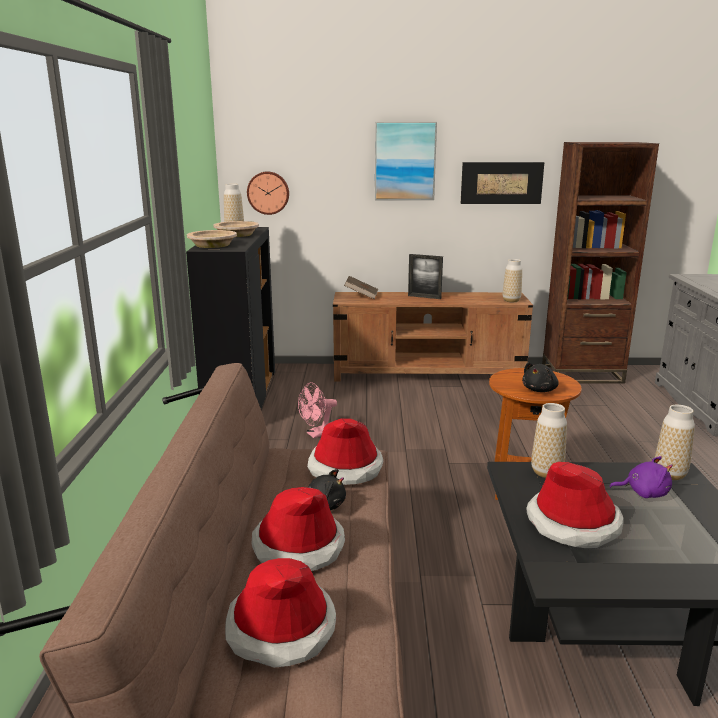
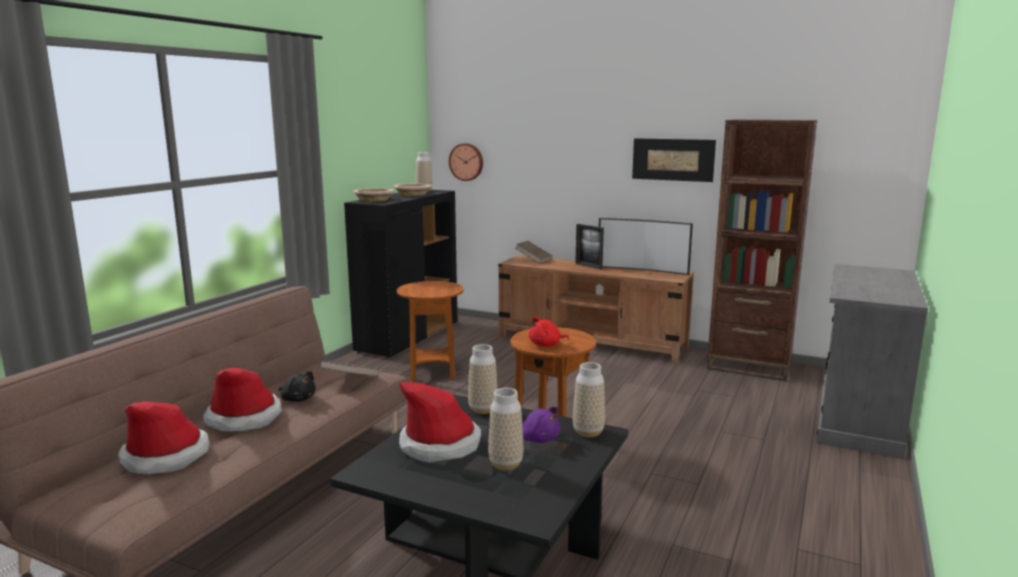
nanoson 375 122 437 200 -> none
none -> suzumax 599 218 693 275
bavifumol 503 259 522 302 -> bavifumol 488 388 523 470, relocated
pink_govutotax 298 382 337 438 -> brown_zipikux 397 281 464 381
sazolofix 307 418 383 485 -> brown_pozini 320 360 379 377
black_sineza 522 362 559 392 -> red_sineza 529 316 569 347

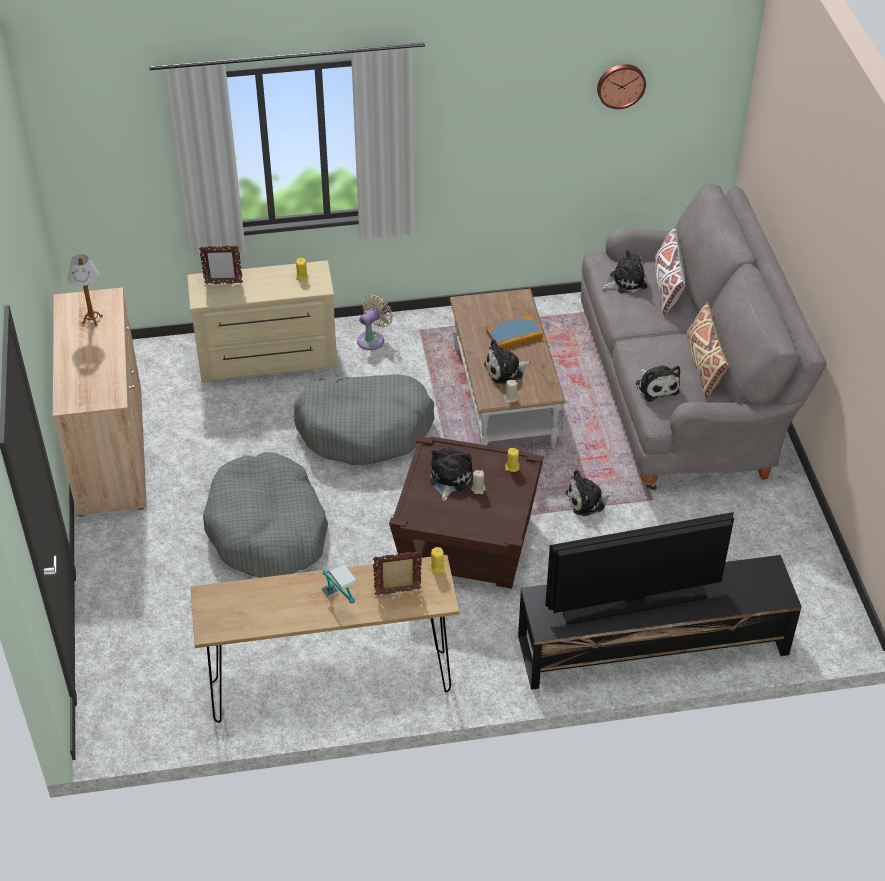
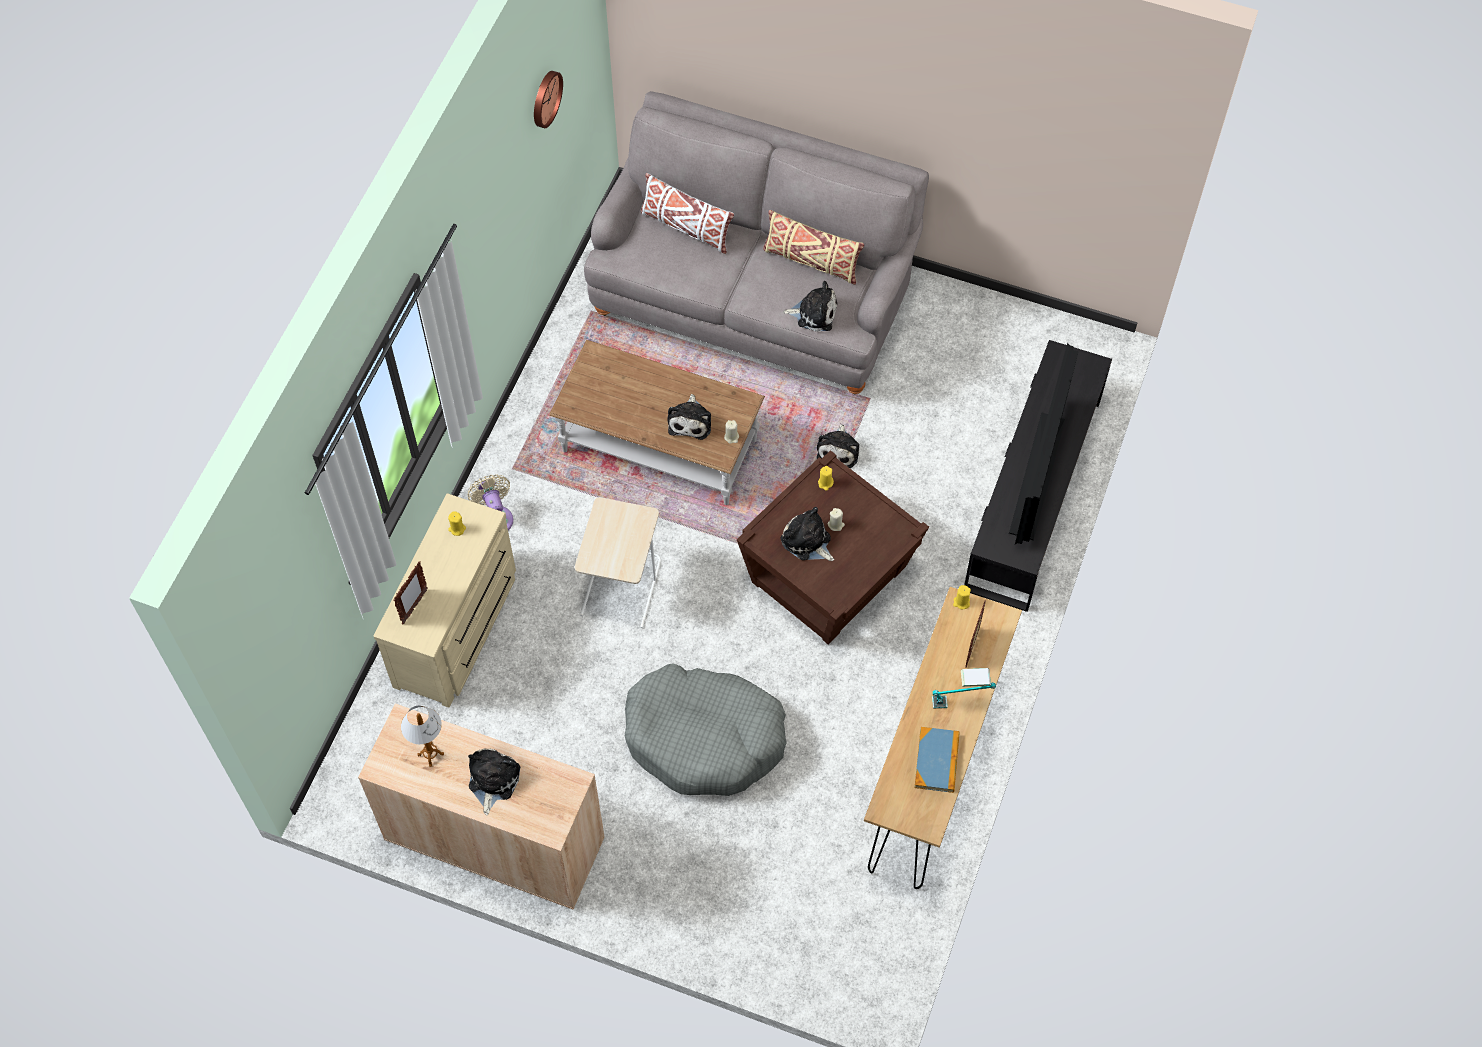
pozini 486 315 543 348 -> pozini 915 727 960 793, relocated
sineza 601 250 647 293 -> sineza 468 749 520 815, relocated
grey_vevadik 294 374 435 465 -> beige_zipikux 575 497 661 628

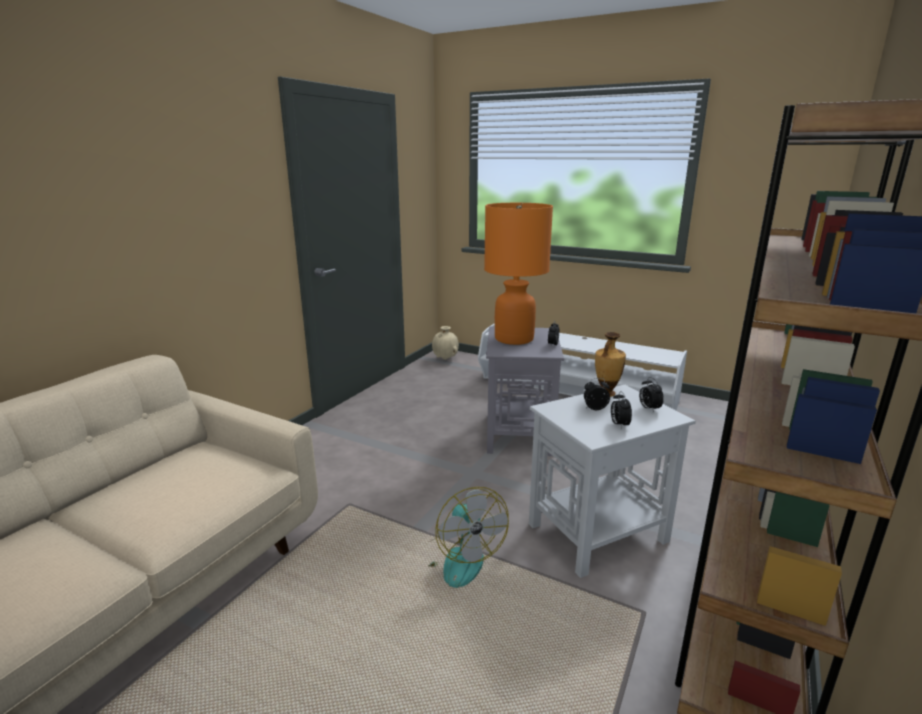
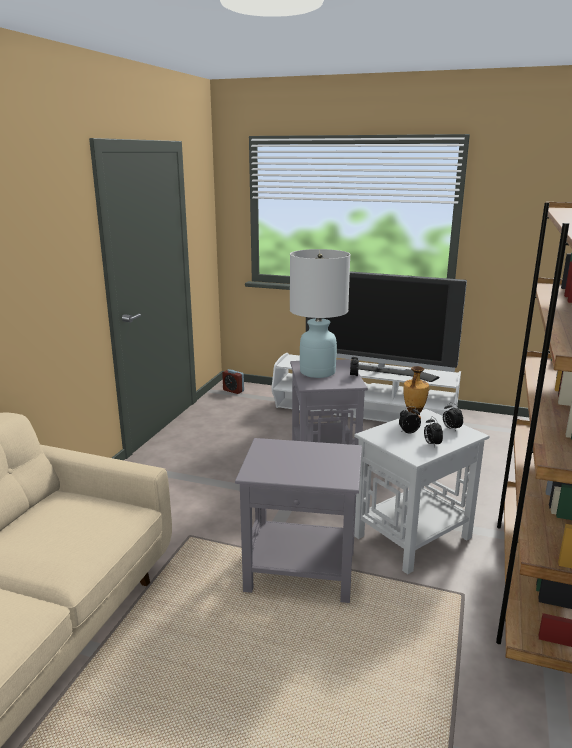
none -> suzumax 306 271 467 382
govutotax 428 487 509 588 -> grey_zipikux 235 438 362 603
beige_bavifumol 432 326 459 360 -> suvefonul 222 369 244 394
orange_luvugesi 484 203 553 345 -> white_luvugesi 290 249 351 378

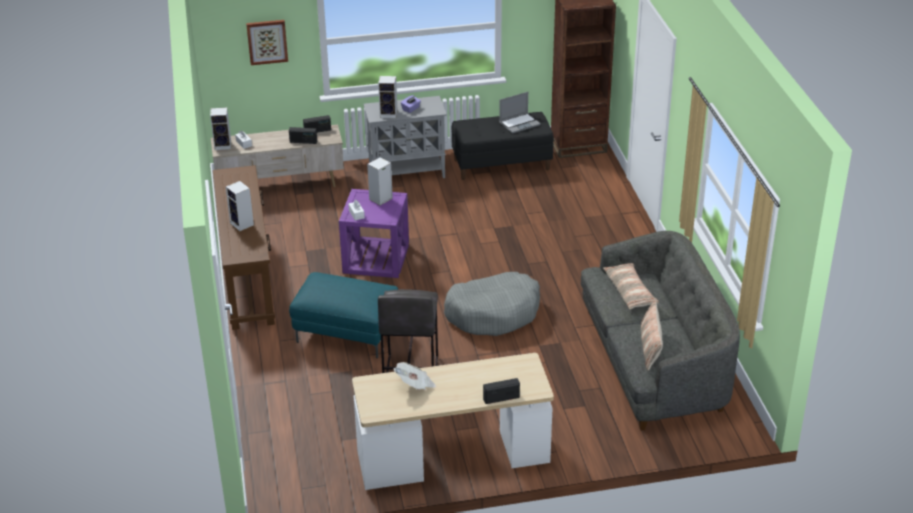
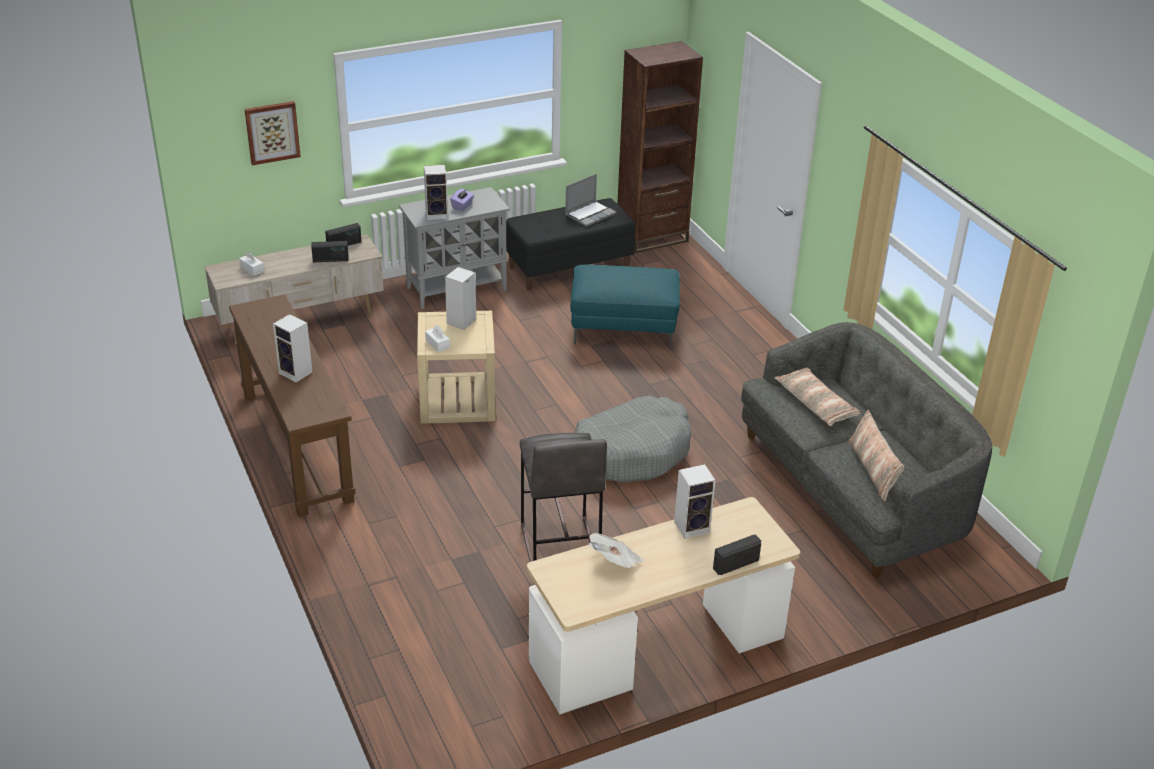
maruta 210 107 231 150 -> maruta 674 464 716 539, relocated
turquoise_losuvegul 289 272 398 358 -> turquoise_losuvegul 570 265 680 349, relocated
purple_zipikux 339 189 409 278 -> beige_zipikux 417 311 496 424

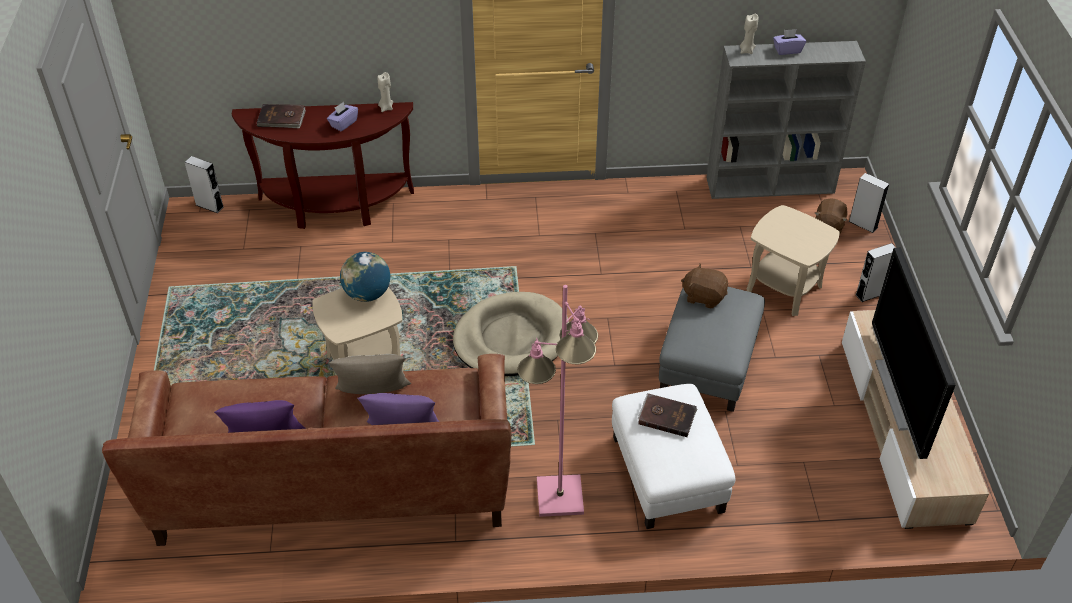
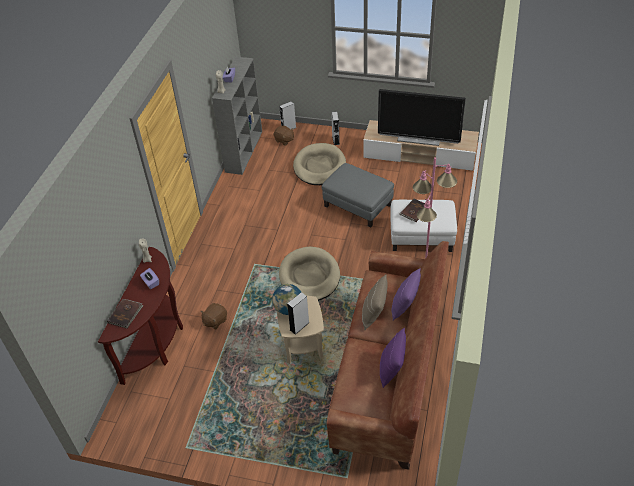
grey_maruta 185 156 224 213 -> grey_maruta 287 292 309 335, relocated
brown_sineza 681 264 728 308 -> brown_sineza 201 303 227 330, relocated
beige_zipikux 747 205 840 316 -> beige_vevadik 293 143 346 185

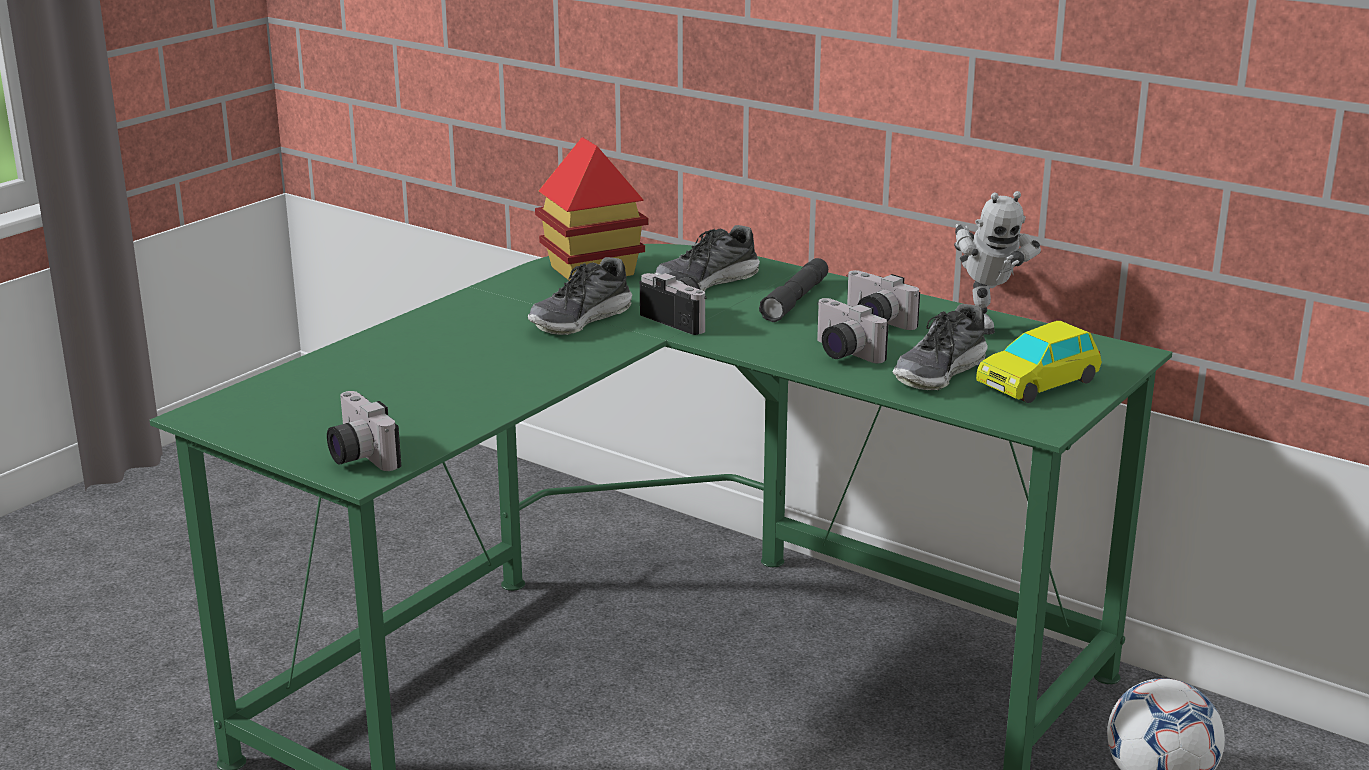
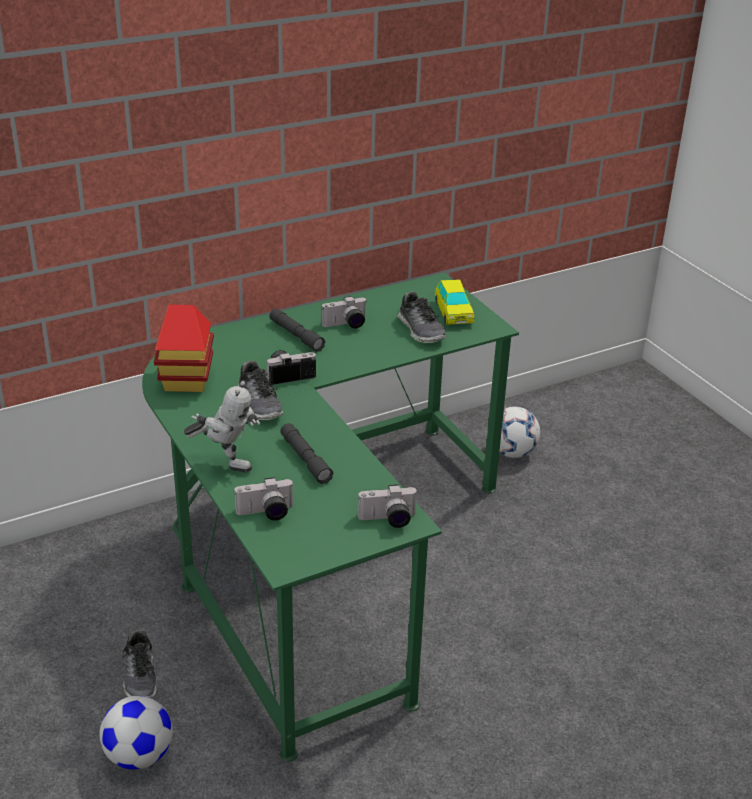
none -> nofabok 99 696 173 770
none -> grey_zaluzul 280 423 334 484
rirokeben 654 225 760 291 -> rirokeben 123 630 156 698, relocated
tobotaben 817 298 888 363 -> tobotaben 234 477 294 520, relocated
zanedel 954 191 1041 335 -> zanedel 184 381 260 472, relocated

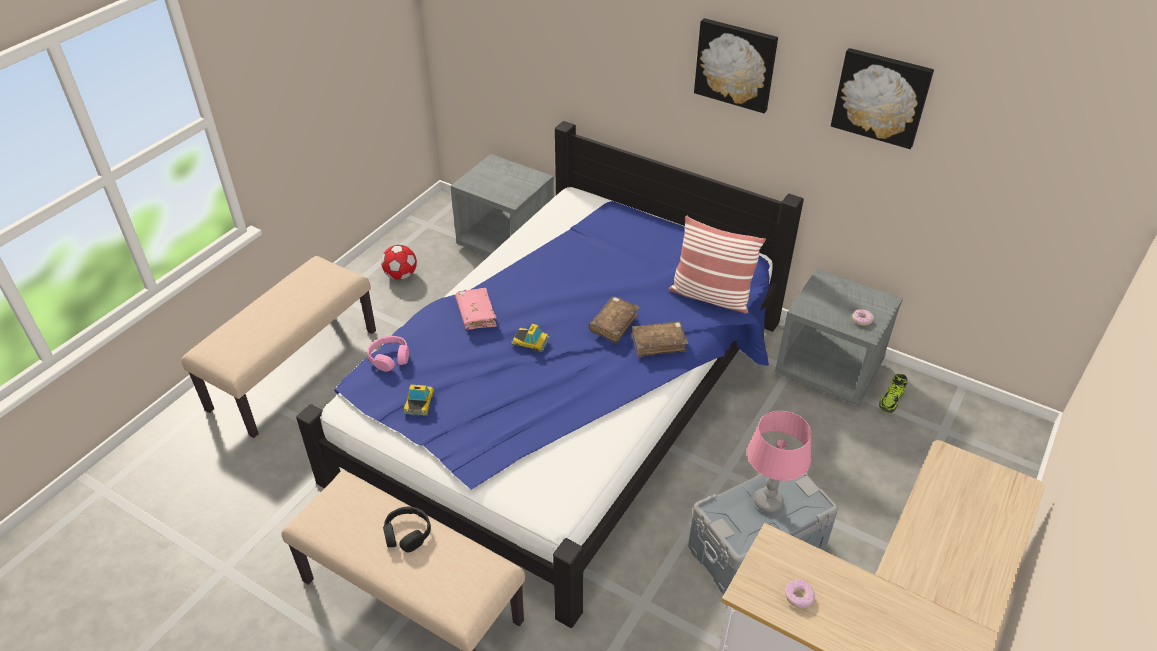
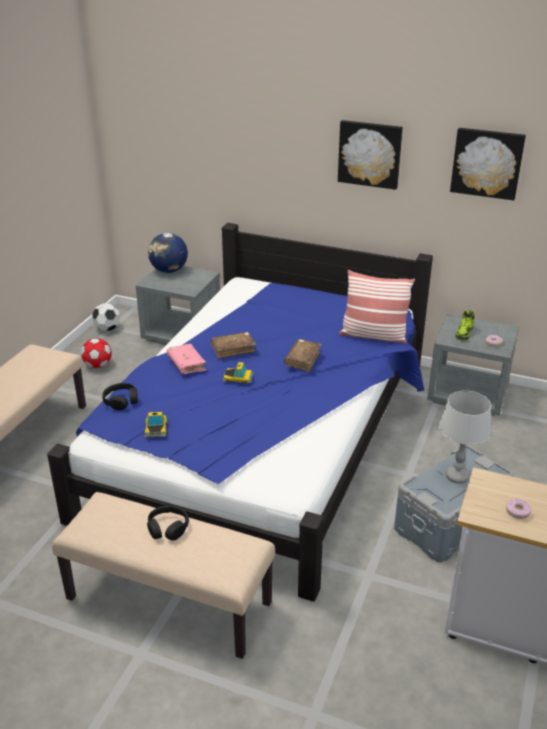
none -> nofabok 92 303 120 331
none -> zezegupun 148 233 188 273
brown_pozini 632 321 688 357 -> brown_pozini 211 332 256 359, relocated
rirokeben 879 374 908 413 -> rirokeben 455 310 475 341, relocated
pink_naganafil 367 336 409 372 -> black_naganafil 102 383 138 410
pink_luvugesi 747 411 811 513 -> grey_luvugesi 439 391 492 483

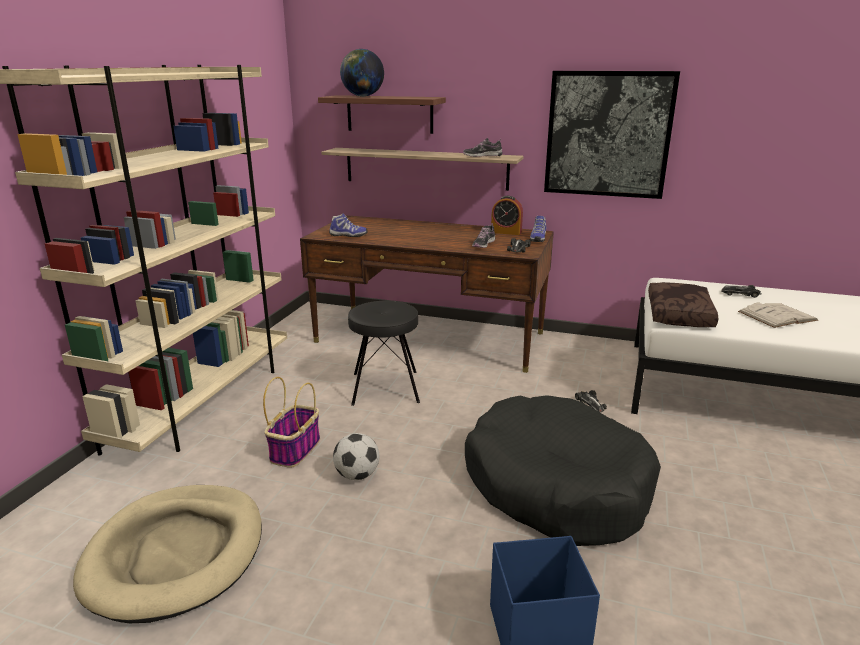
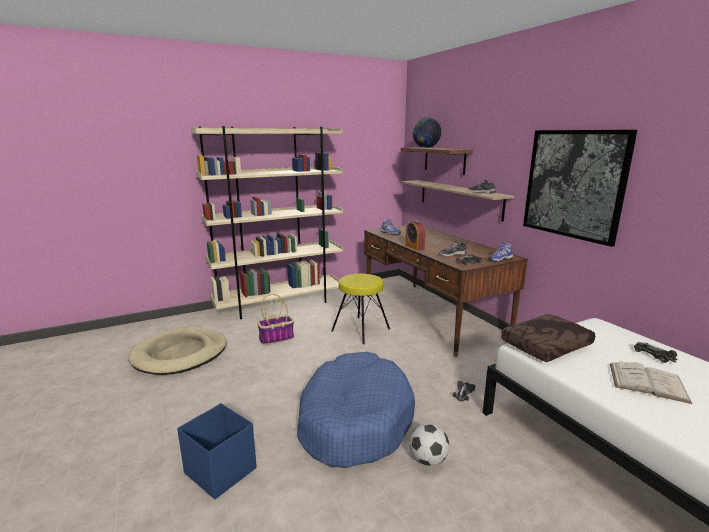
nofabok 333 433 380 480 -> nofabok 409 423 449 466, relocated
suvefonul 491 196 523 235 -> suvefonul 405 221 426 251, relocated
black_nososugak 348 301 420 406 -> yellow_nososugak 331 274 390 344
black_vevadik 465 395 661 546 -> blue_vevadik 297 352 415 468

